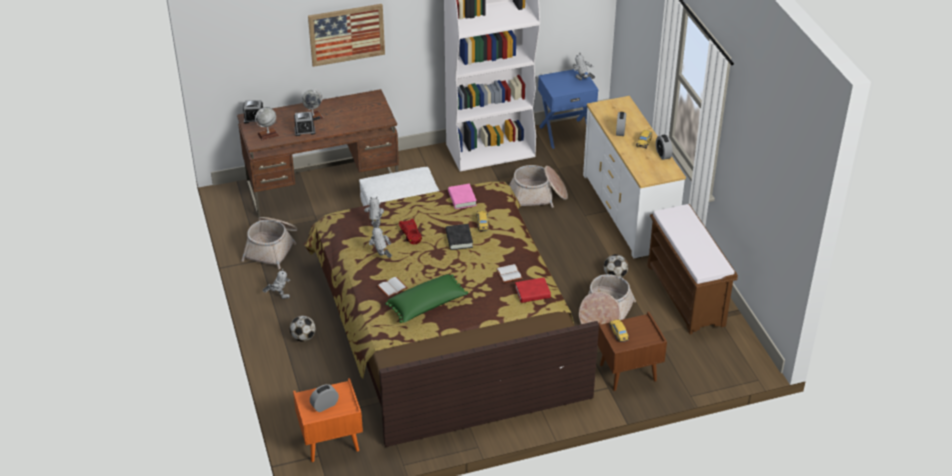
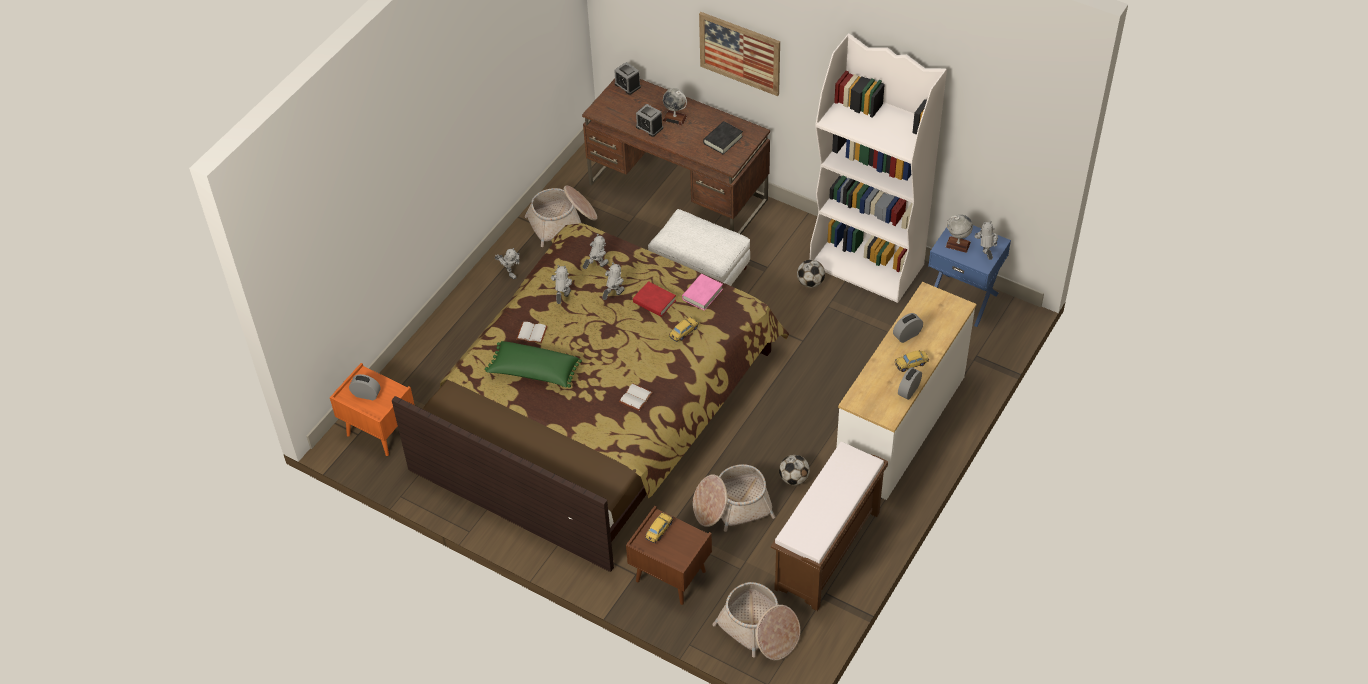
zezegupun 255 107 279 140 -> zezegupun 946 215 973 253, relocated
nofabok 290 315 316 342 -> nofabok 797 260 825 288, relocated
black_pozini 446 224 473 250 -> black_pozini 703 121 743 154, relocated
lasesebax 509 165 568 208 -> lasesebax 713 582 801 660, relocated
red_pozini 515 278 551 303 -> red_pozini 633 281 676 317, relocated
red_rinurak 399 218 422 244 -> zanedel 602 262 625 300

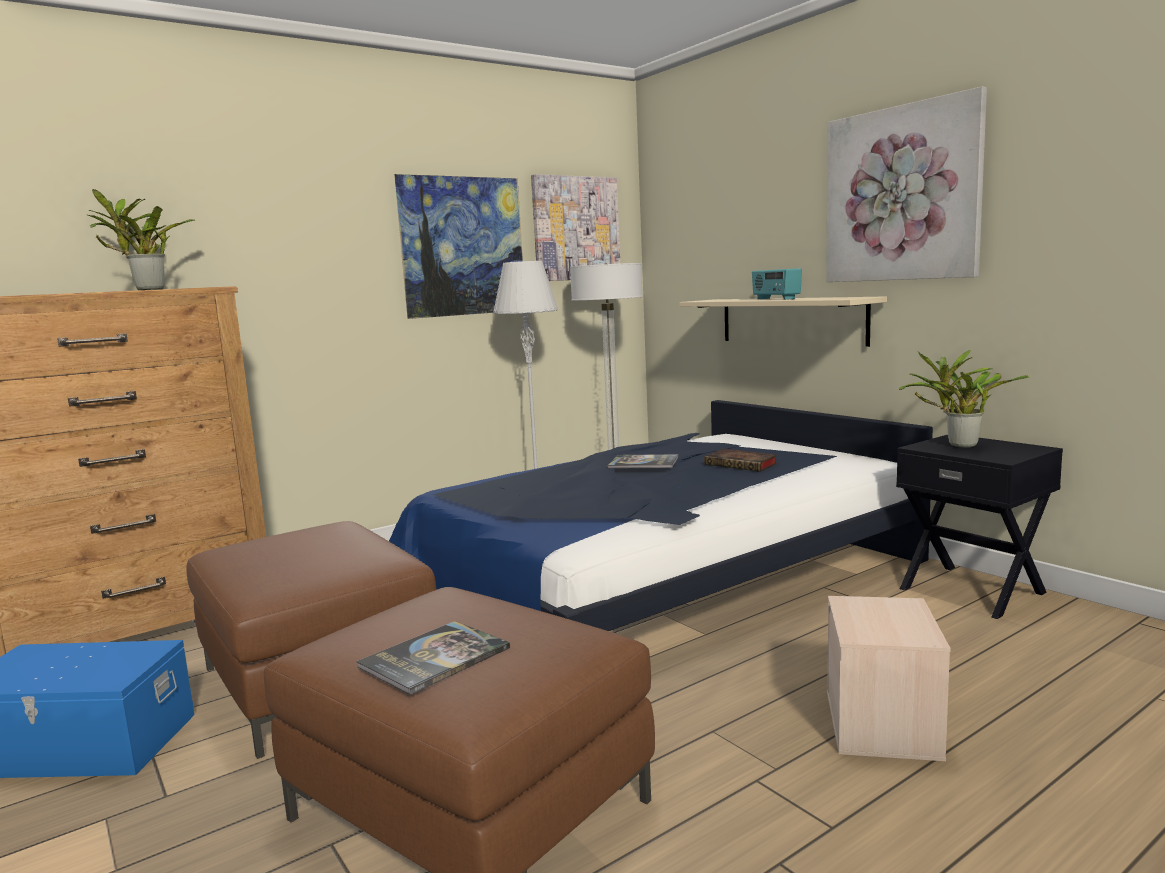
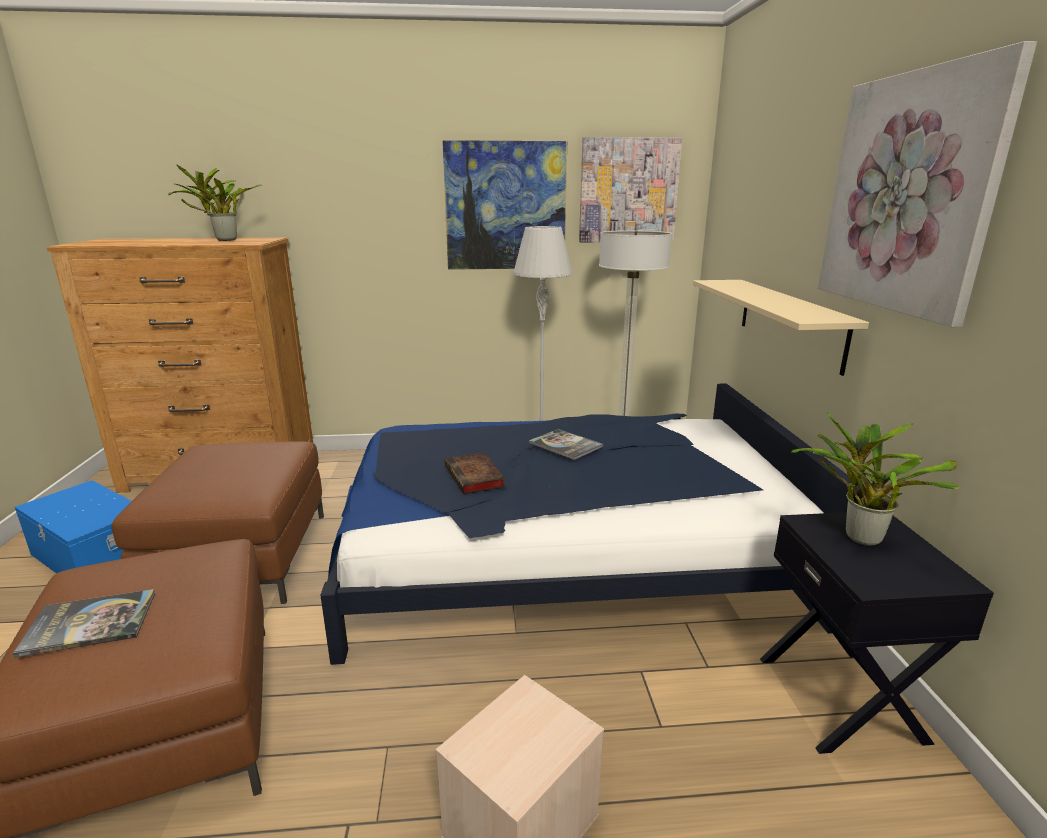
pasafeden 752 268 802 300 -> none
pozini 704 449 778 472 -> pozini 445 452 506 494, relocated

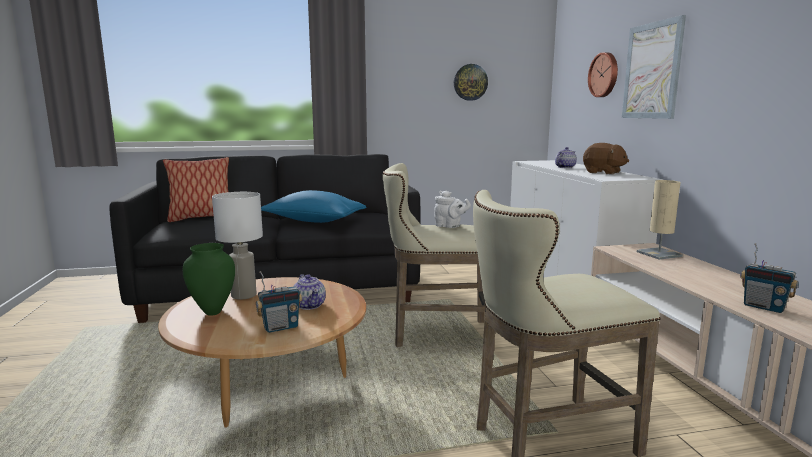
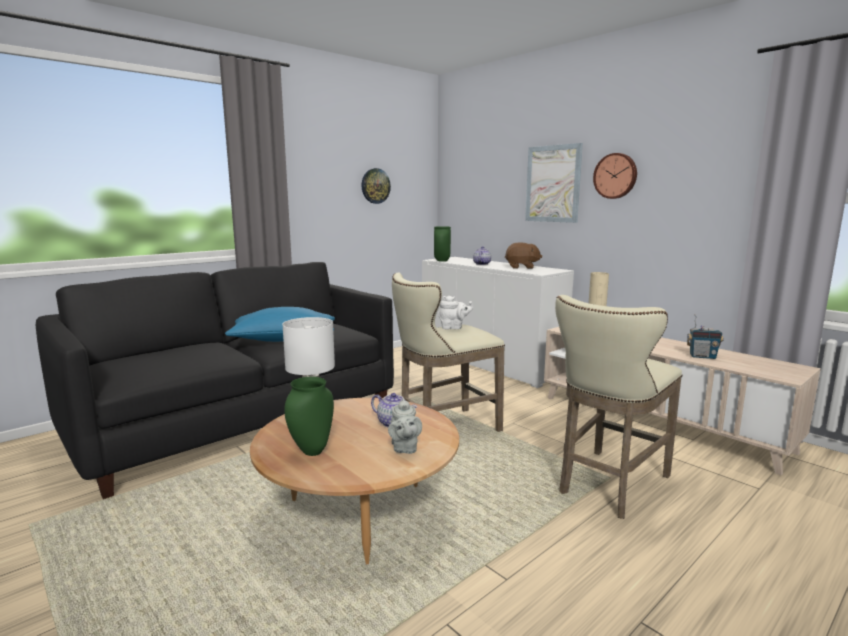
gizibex 163 157 229 222 -> none
none -> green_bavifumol 434 226 451 262
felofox 588 52 618 97 -> felofox 593 153 637 199, relocated
pasafeden 256 271 303 333 -> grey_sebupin 388 399 422 454

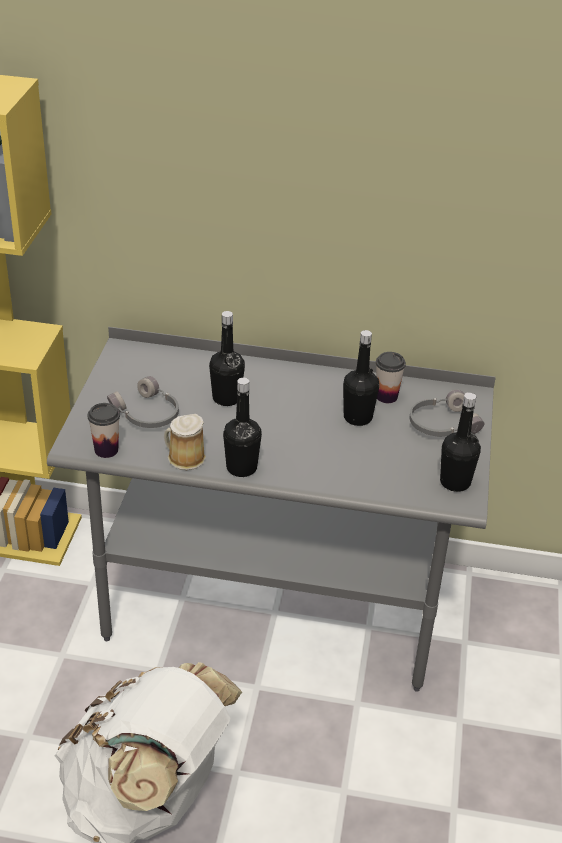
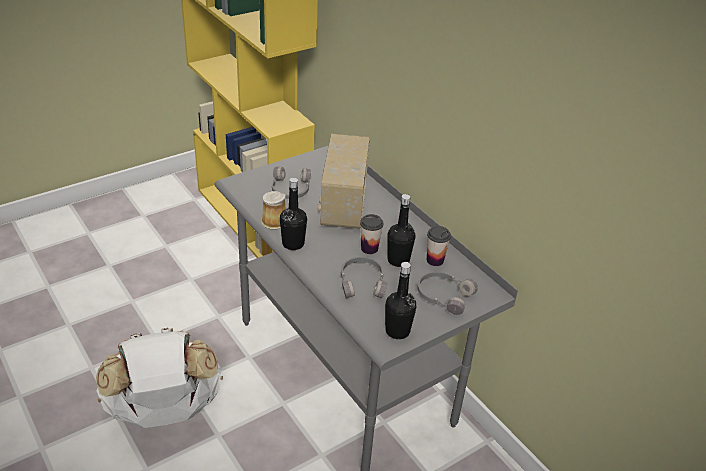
none -> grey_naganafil 341 257 387 298
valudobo 88 403 120 458 -> valudobo 360 214 383 254, relocated
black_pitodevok 209 311 245 406 -> pasafeden 317 134 370 229

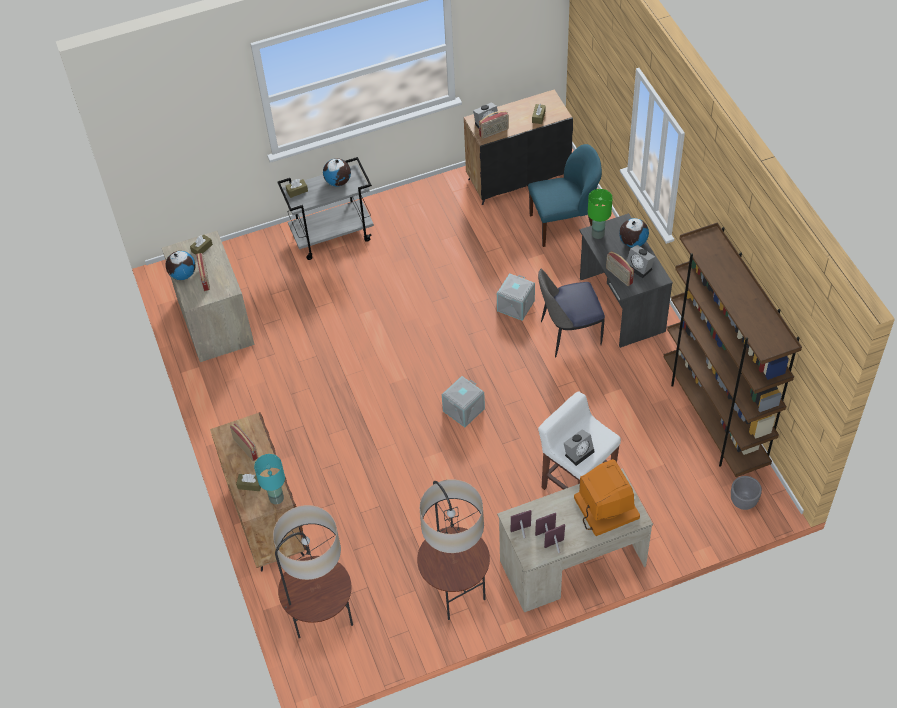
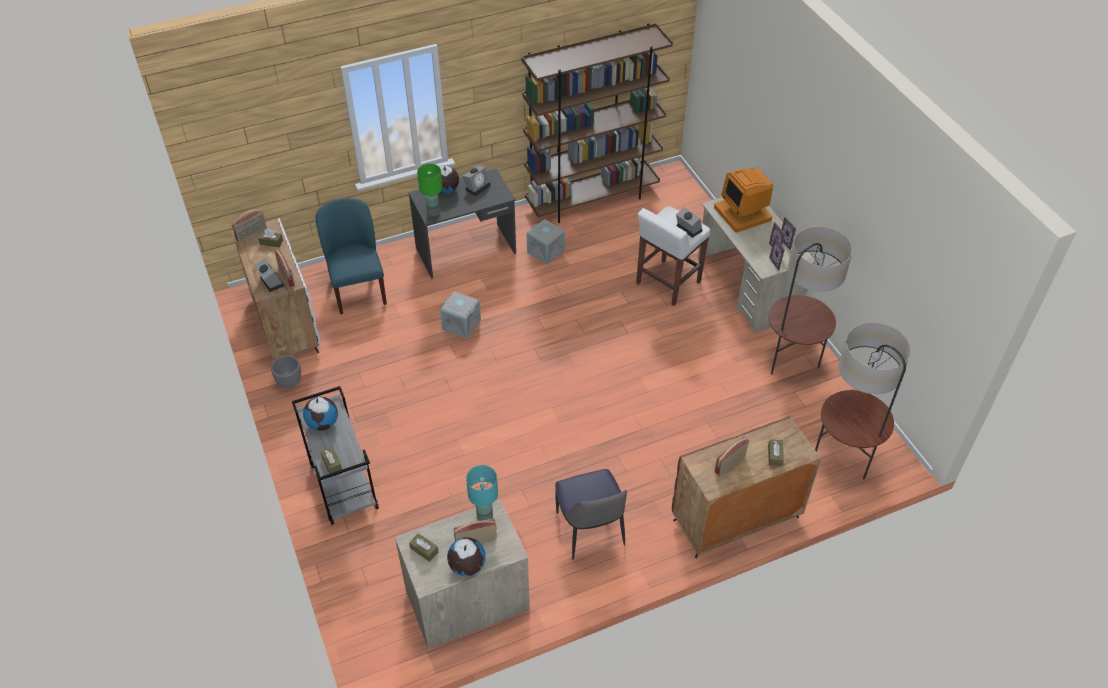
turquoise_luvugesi 254 454 285 504 -> turquoise_luvugesi 466 465 498 521, relocated
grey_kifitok 442 376 485 427 -> grey_kifitok 527 219 565 265, relocated
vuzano 538 269 605 357 -> vuzano 555 469 627 560, relocated
pasafeden 606 251 634 286 -> pasafeden 231 209 267 242, relocated
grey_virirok 731 476 762 510 -> grey_virirok 271 355 301 388, relocated
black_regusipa 464 89 573 205 -> white_regusipa 232 218 321 360
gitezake 574 459 640 536 -> gitezake 714 167 773 233, 90 degrees counterclockwise

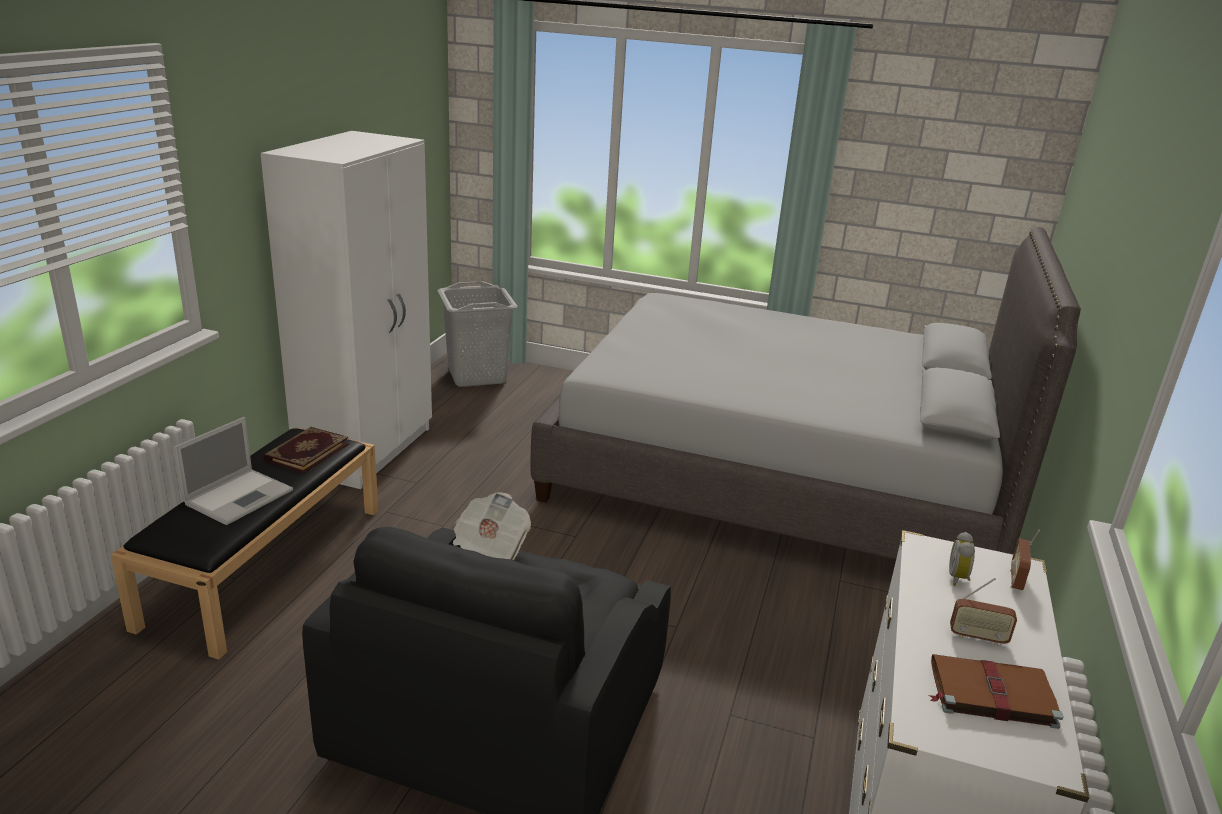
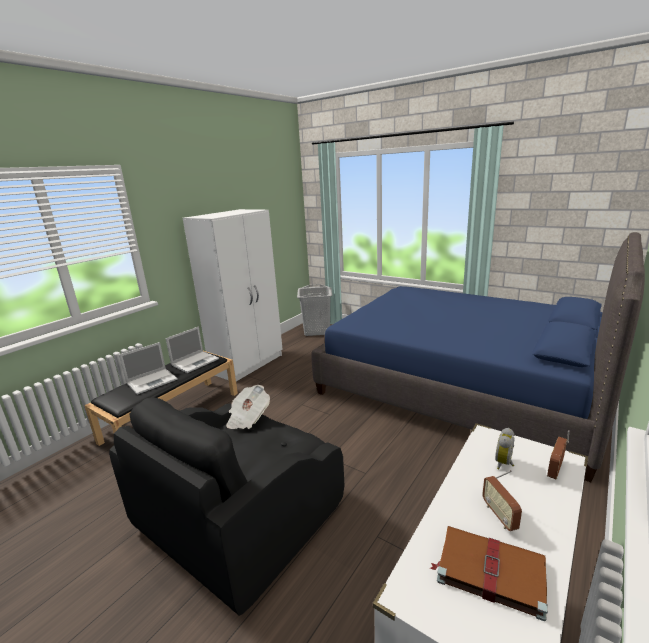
pozini 263 427 349 474 -> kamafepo 166 327 219 373
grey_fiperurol 531 227 1081 559 -> blue_fiperurol 311 232 645 482
pasafeden 950 578 1017 646 -> pasafeden 482 470 522 531, 45 degrees clockwise

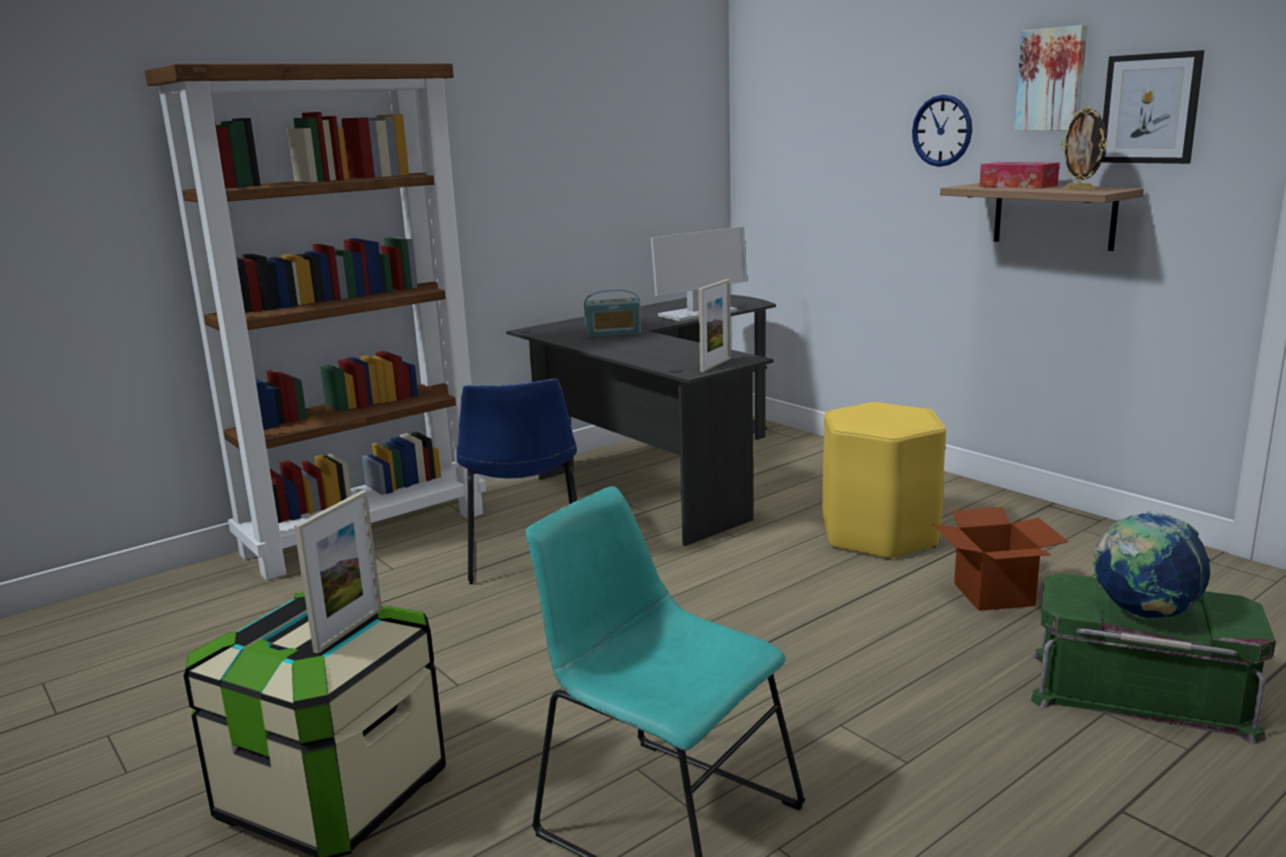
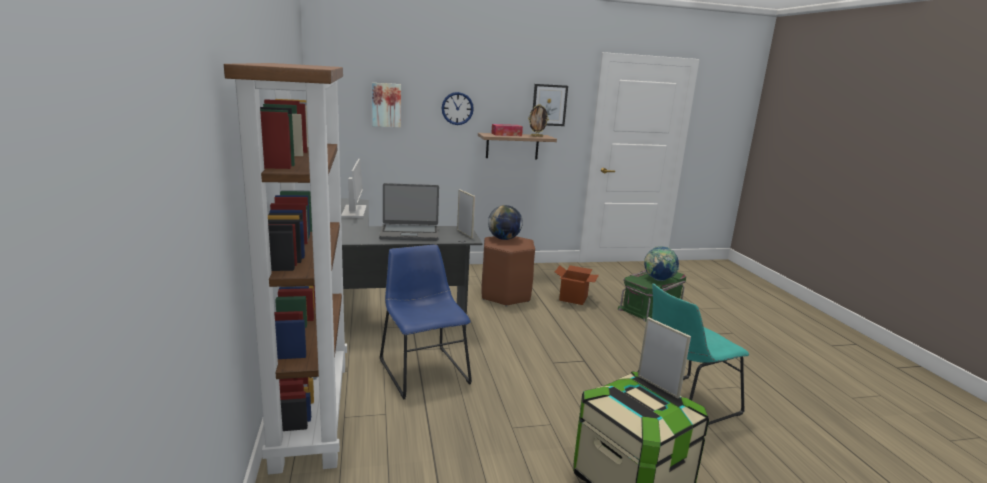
pasafeden 584 289 641 337 -> none
none -> kamafepo 379 183 439 241
none -> zezegupun 488 205 523 240
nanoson 1014 25 1088 131 -> nanoson 372 83 401 127, relocated
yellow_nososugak 823 402 946 560 -> brown_nososugak 482 236 535 306
blue_vuzano 456 378 578 584 -> blue_vuzano 380 245 472 400, 135 degrees counterclockwise

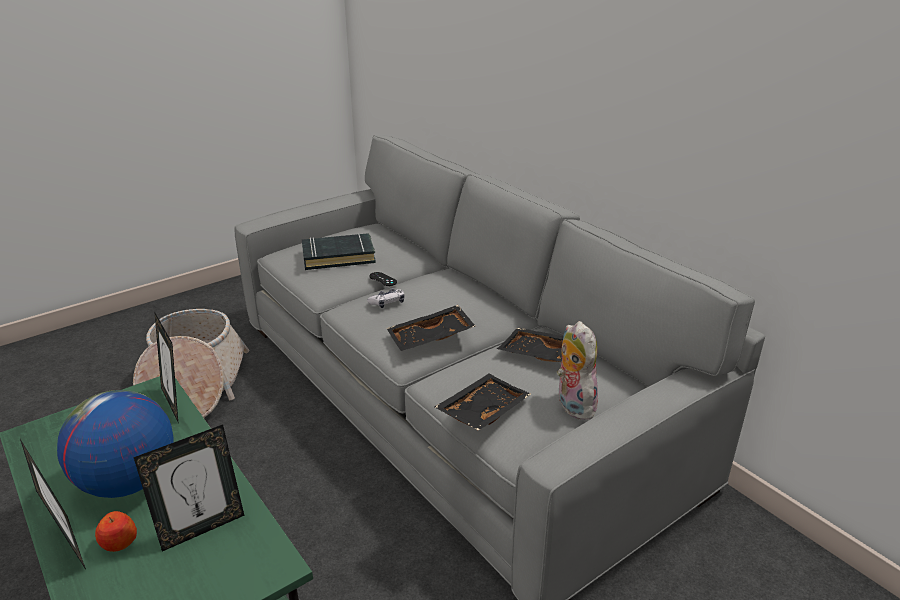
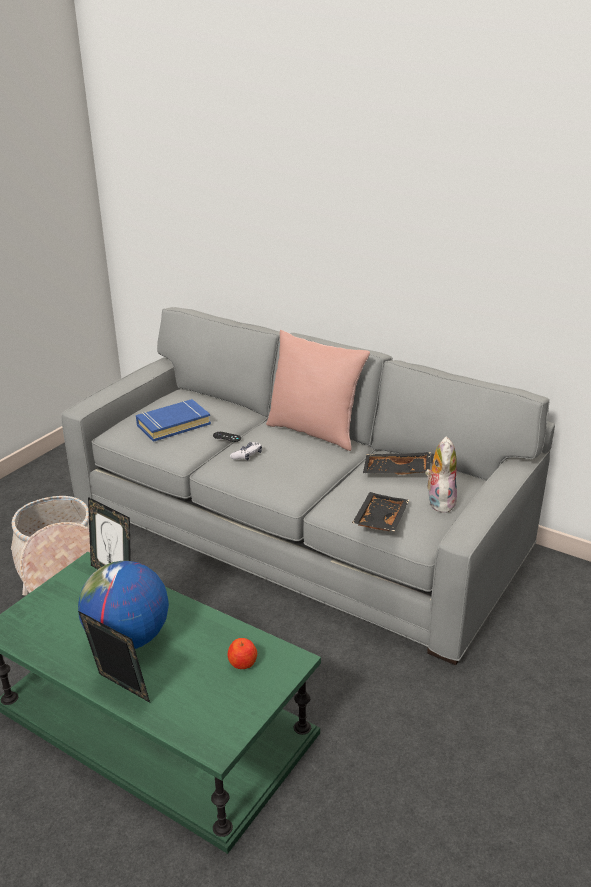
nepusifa 133 424 244 551 -> none
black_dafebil 386 305 475 351 -> none
none -> pink_gizibex 266 330 370 451
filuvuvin 95 511 137 552 -> filuvuvin 228 638 257 669, relocated
black_pozini 302 233 376 270 -> blue_pozini 136 399 211 442
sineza 557 321 599 420 -> sineza 425 436 457 513, 45 degrees clockwise

